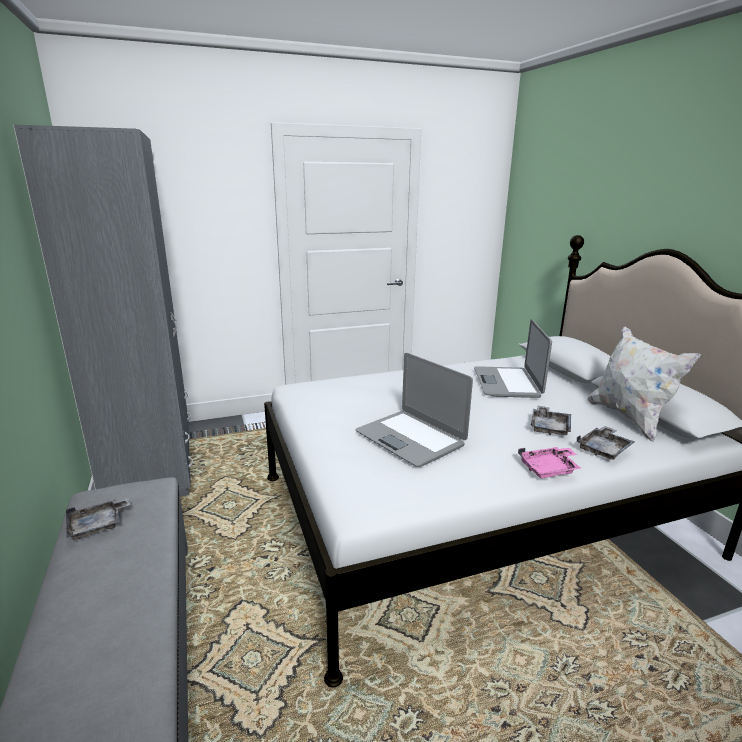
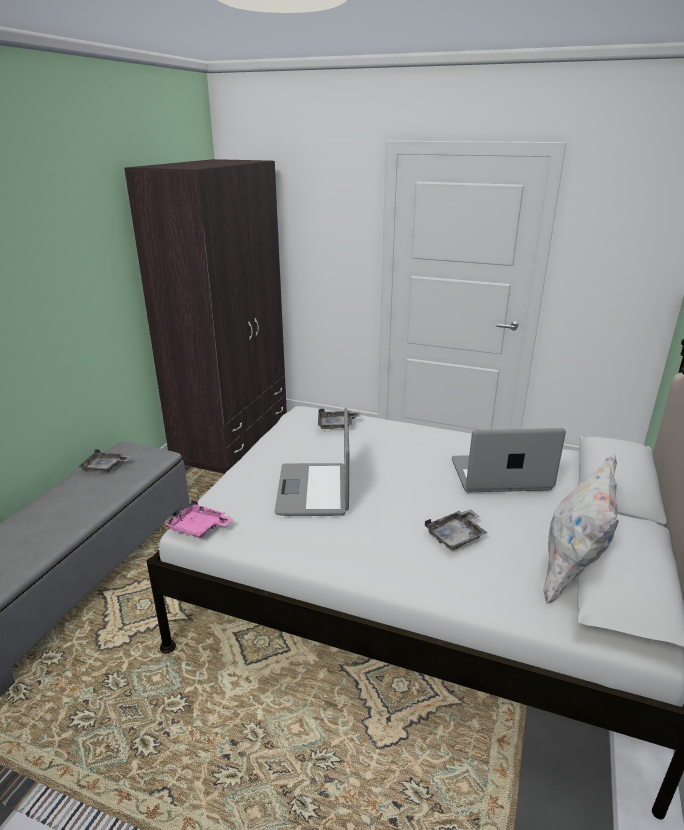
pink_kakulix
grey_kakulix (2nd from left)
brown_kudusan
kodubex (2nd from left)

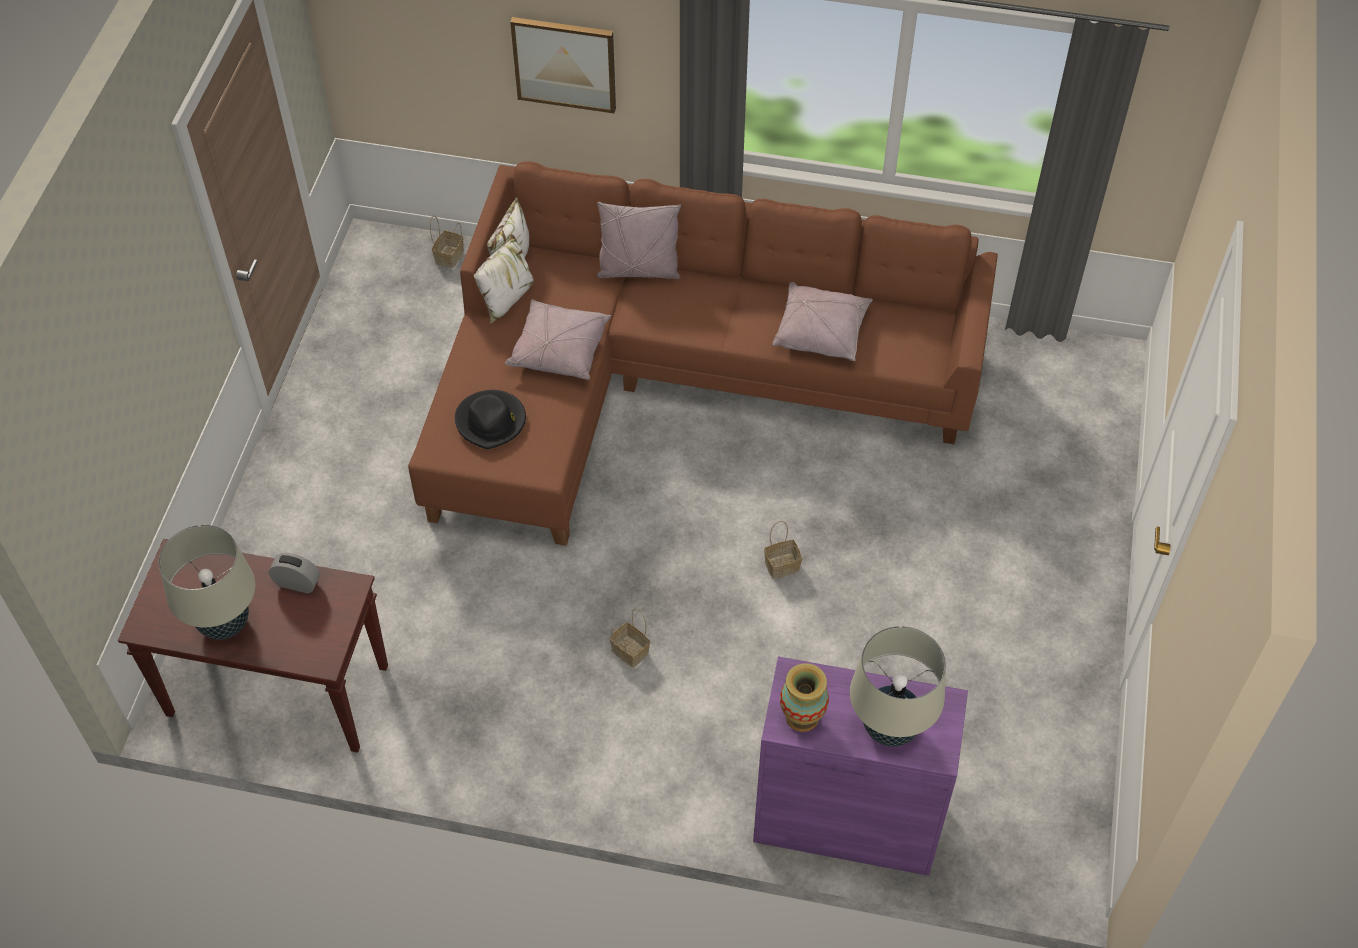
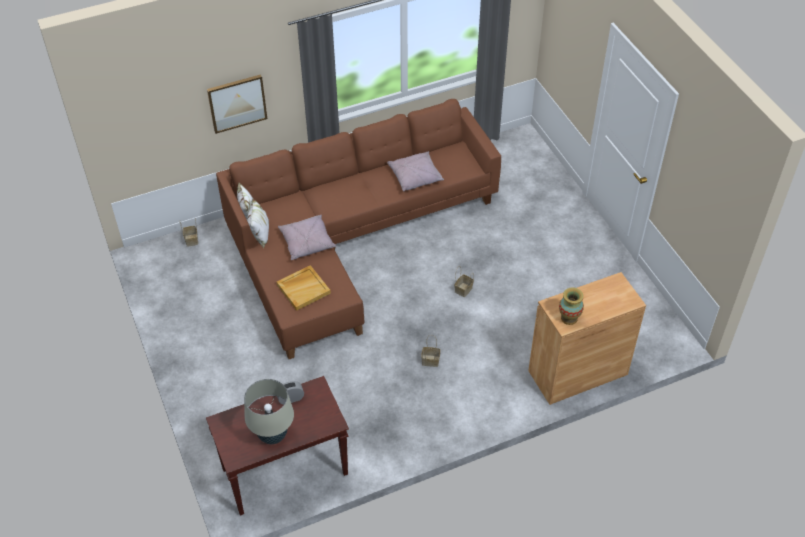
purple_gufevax (2nd from left in the first image)
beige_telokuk (2nd from left in the first image)
beige_kakulix
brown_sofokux

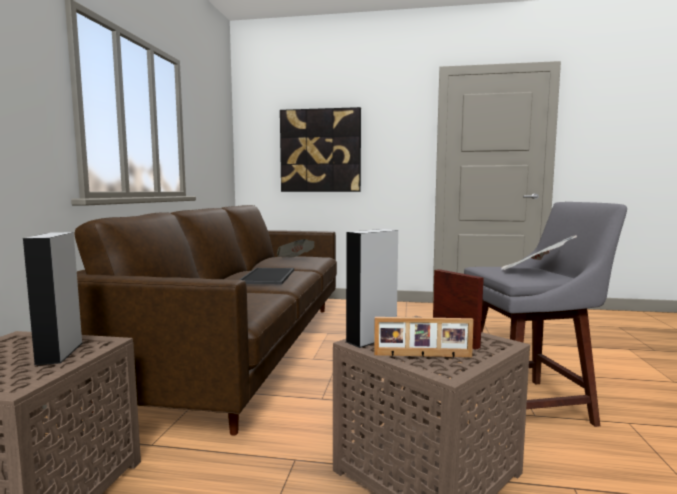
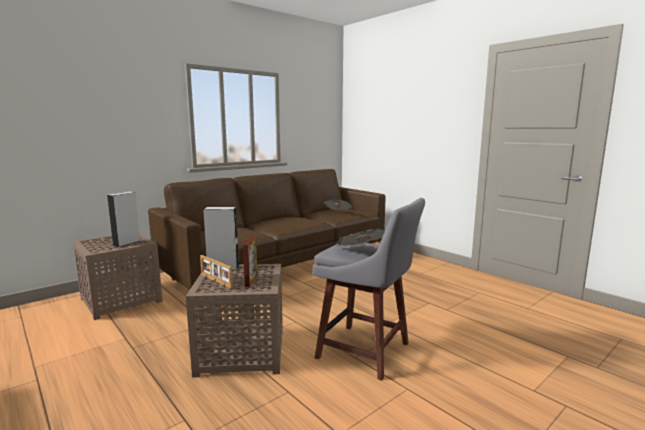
kakulix
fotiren

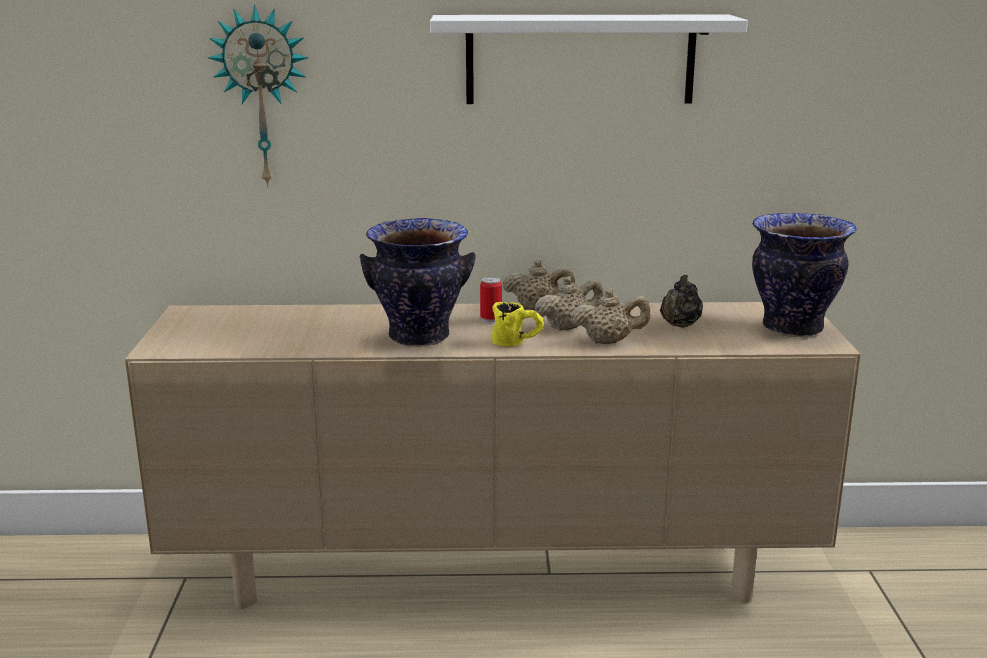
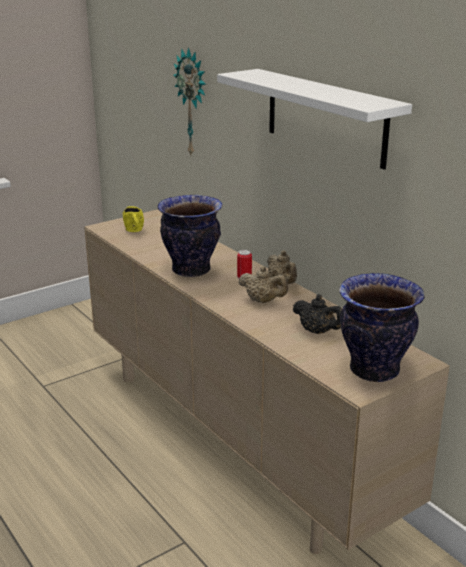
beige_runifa (3rd from left in the first image)
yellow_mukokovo
black_runifa

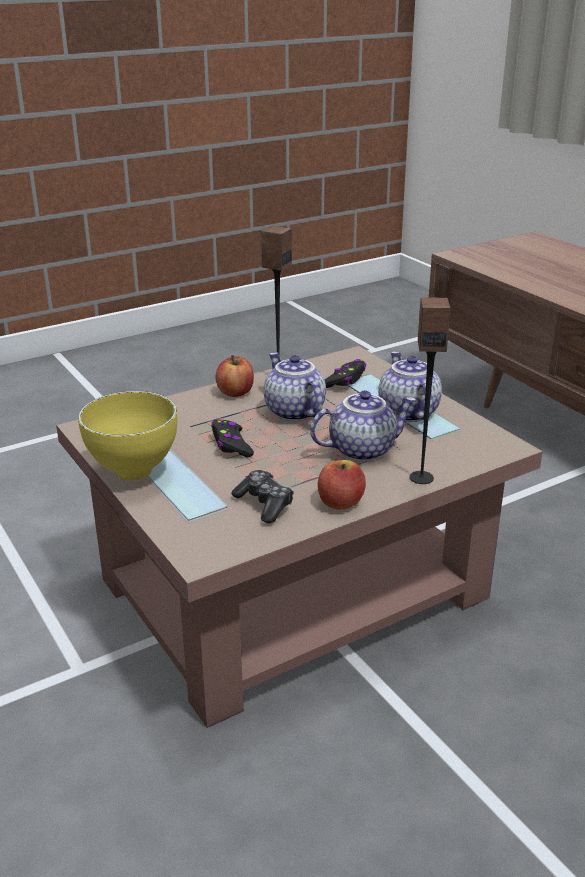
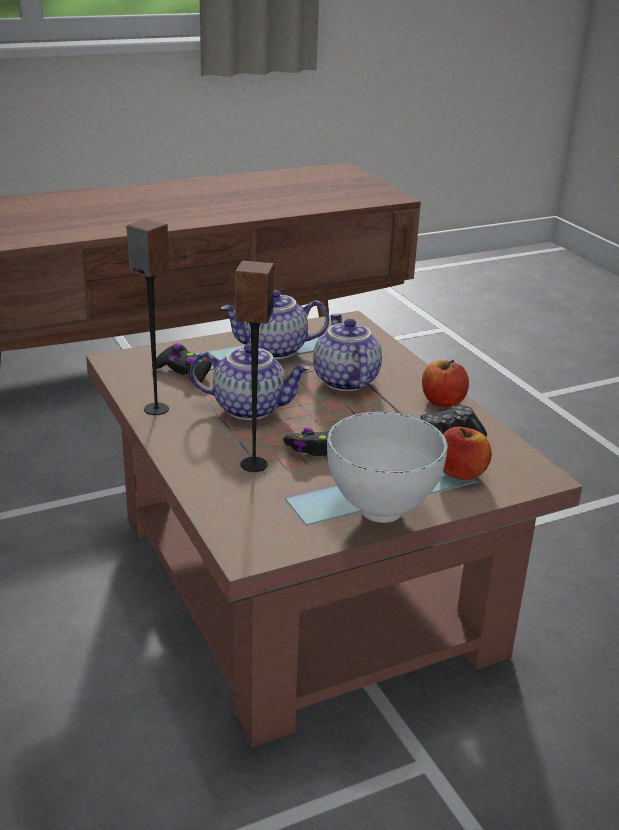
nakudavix (2nd from left)
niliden (2nd from left)
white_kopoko
runifa (1st from left)

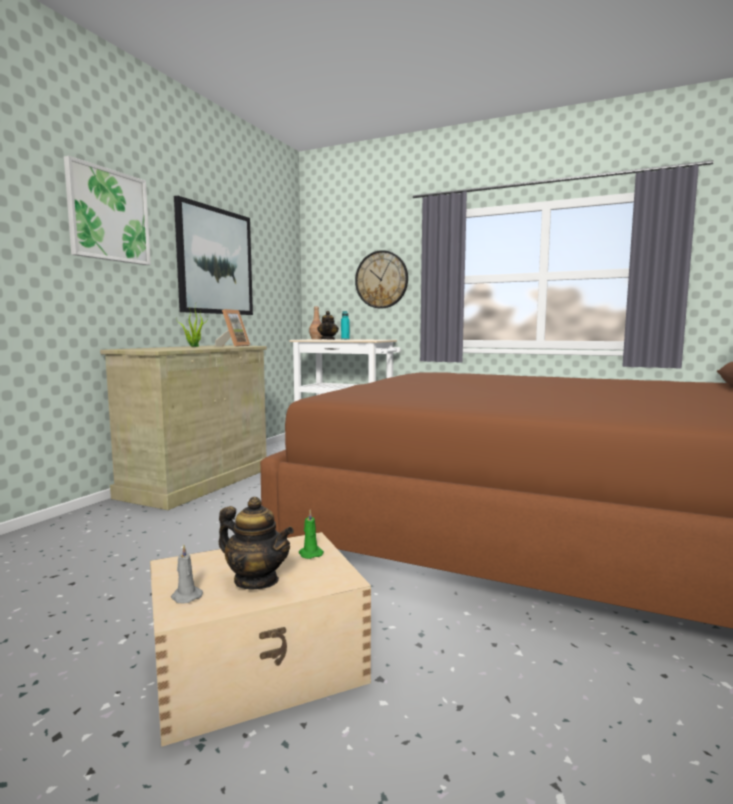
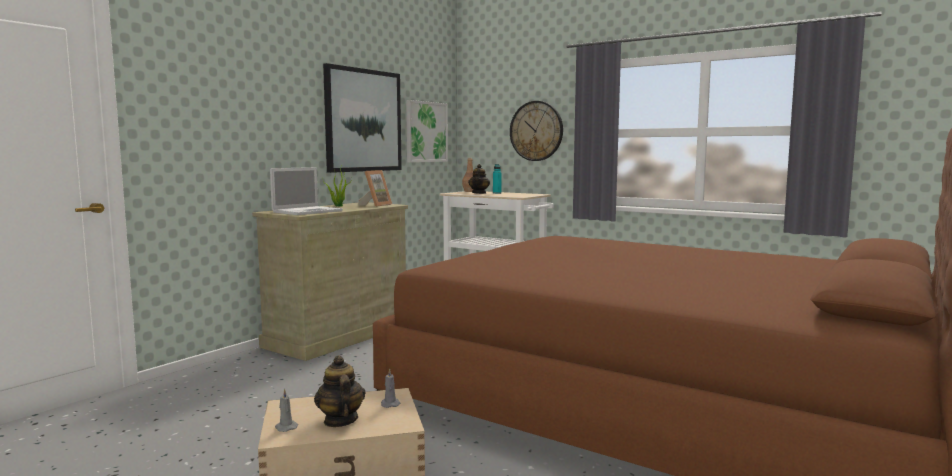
kodubex
fotiren (2nd from left)
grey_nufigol (2nd from left)
runifa (1st from left)

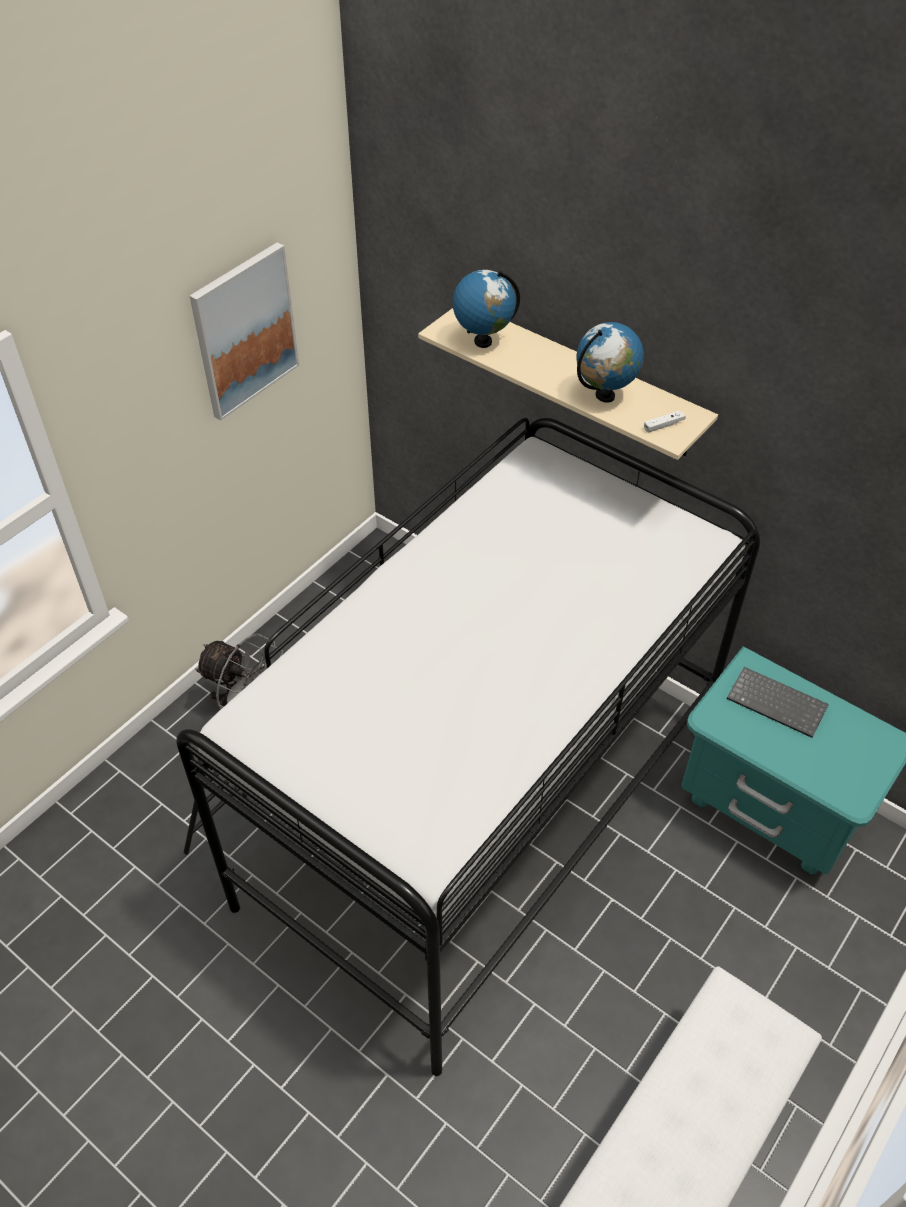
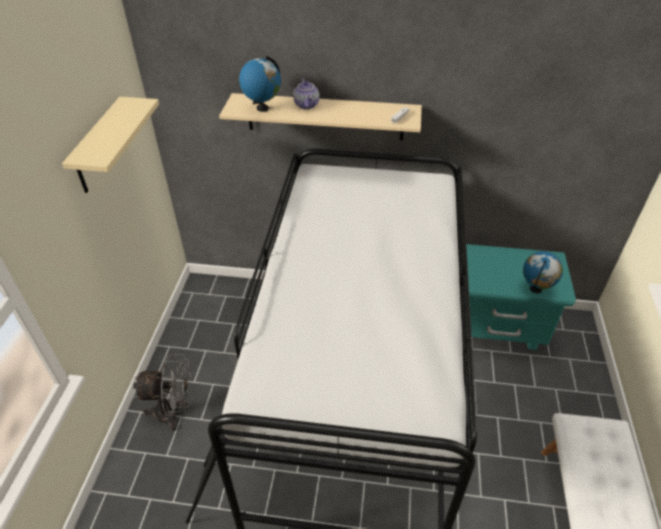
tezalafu
runifa
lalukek (2nd from left)
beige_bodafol (1st from left)

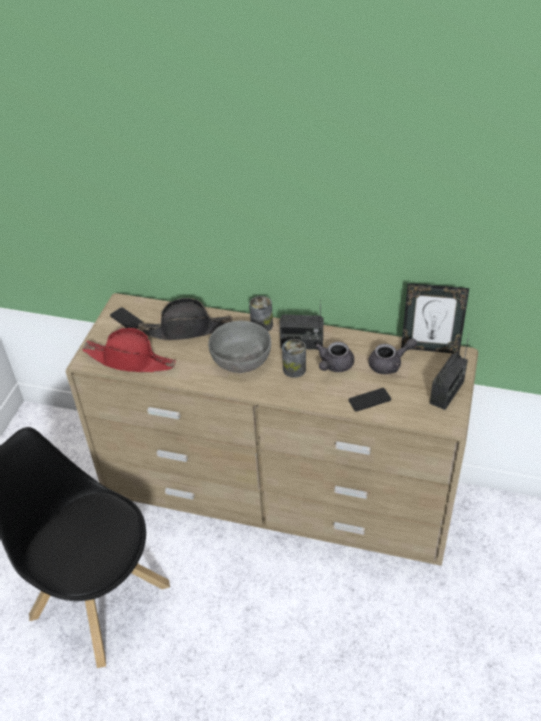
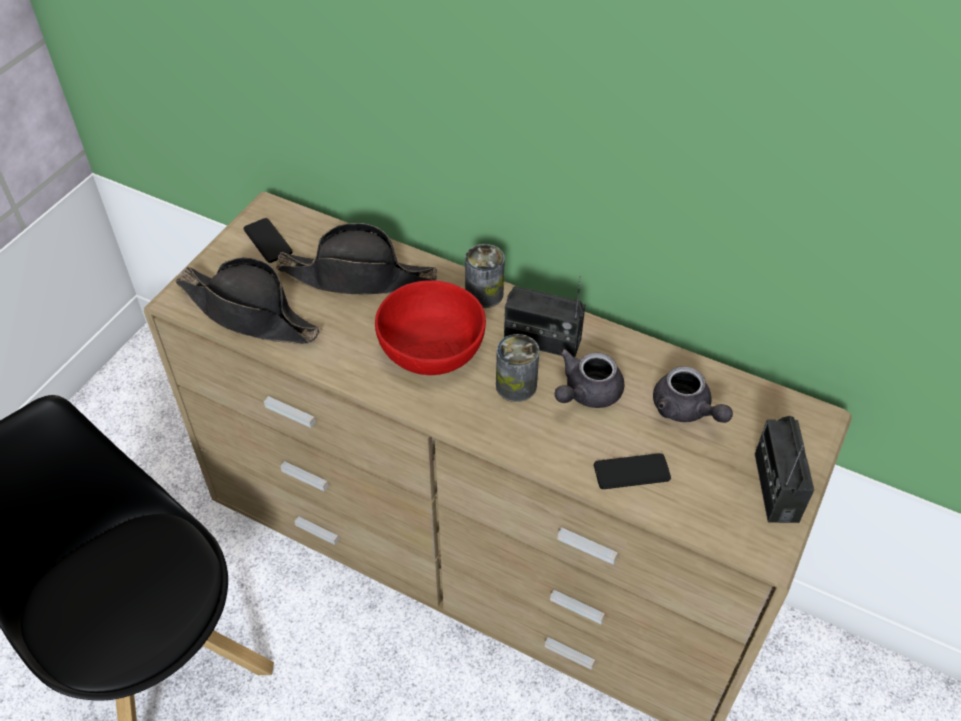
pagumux
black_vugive (1st from left)
red_kopoko
grey_runifa (2nd from left)
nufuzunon (2nd from left)

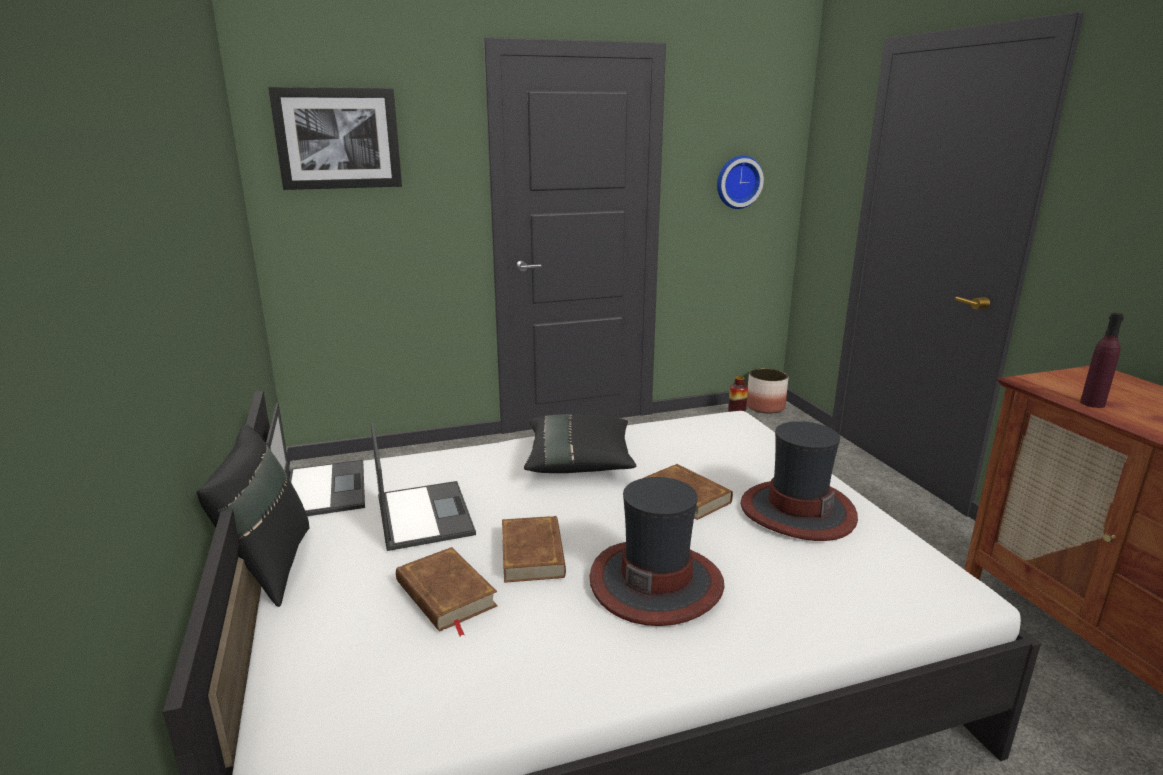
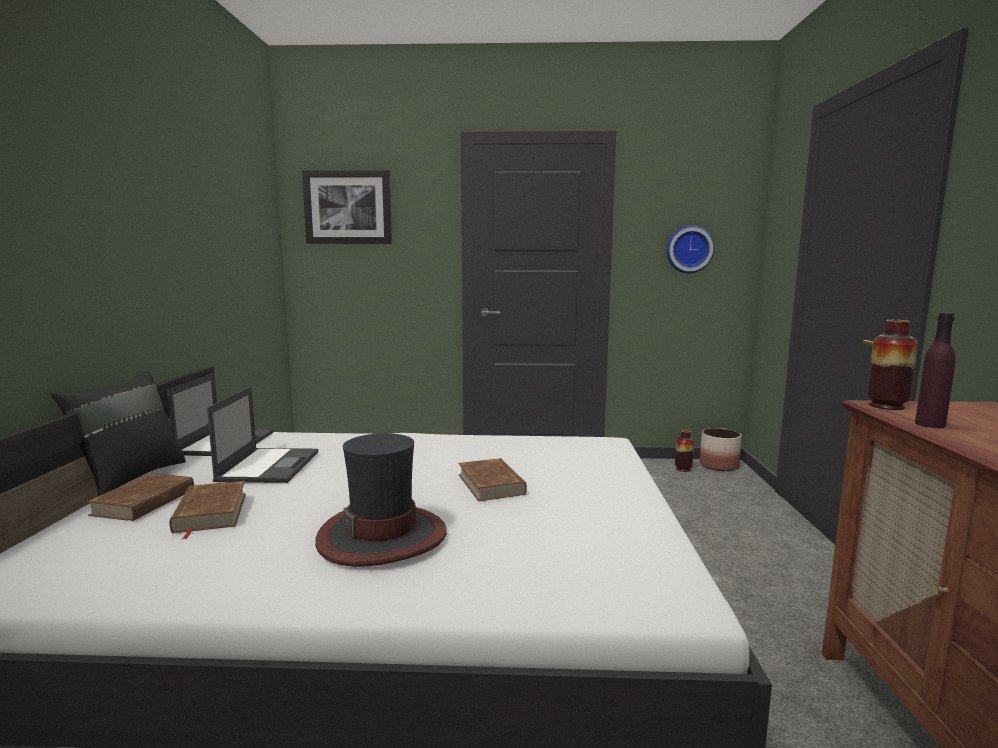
black_gufevax (2nd from left in the first image)
vugive (2nd from left in the first image)
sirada (2nd from left)
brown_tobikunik (1st from left)

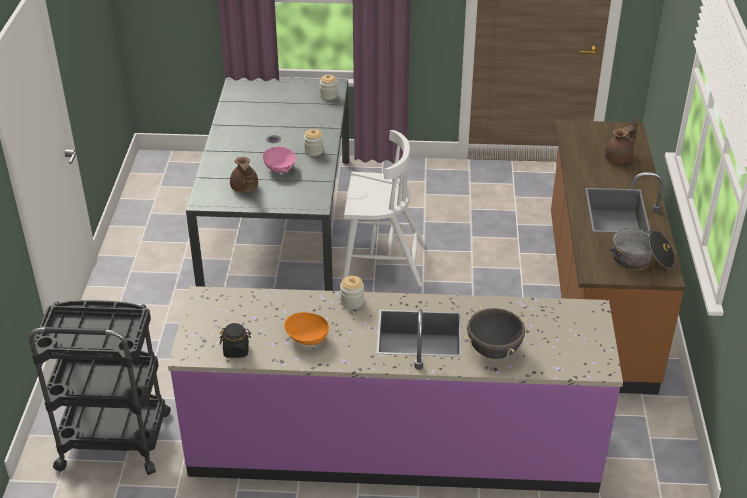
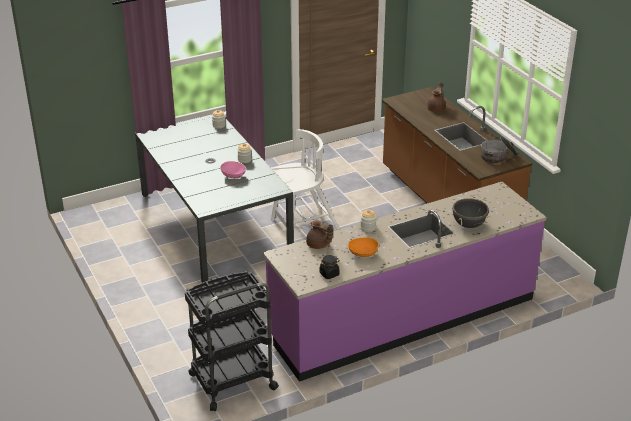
brown_runifa (1st from left)

